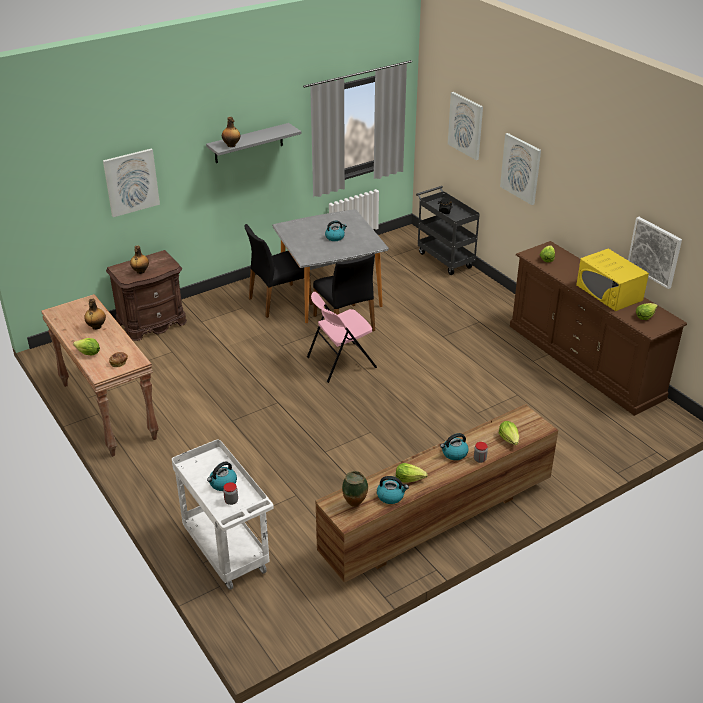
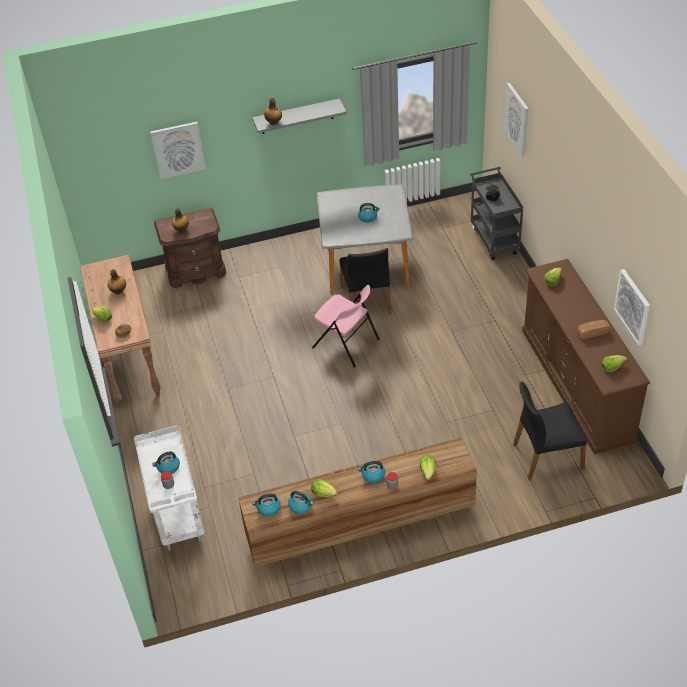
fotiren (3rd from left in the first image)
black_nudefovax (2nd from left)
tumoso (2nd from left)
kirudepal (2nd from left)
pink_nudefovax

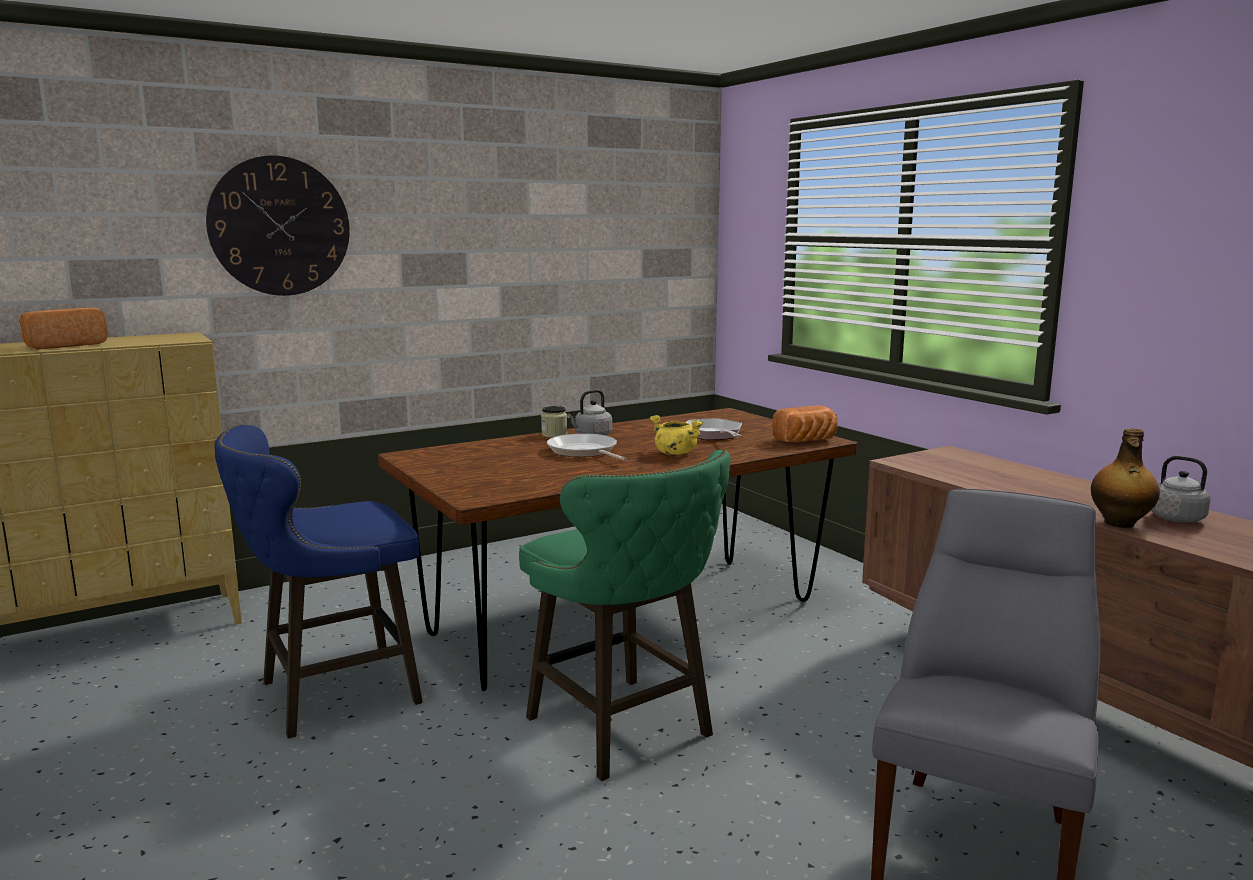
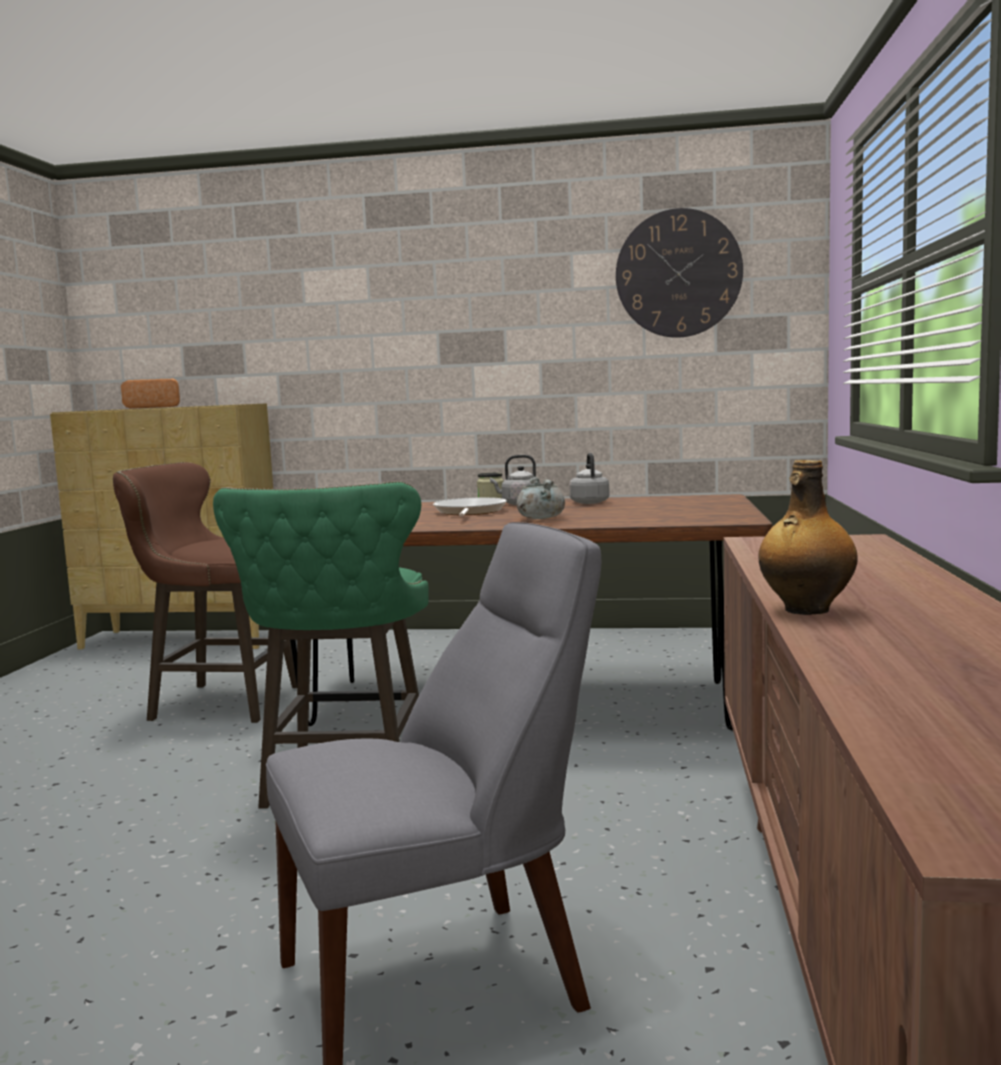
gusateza (2nd from left in the first image)
kirudepal (2nd from left in the first image)
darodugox
grey_tumoso (2nd from left)
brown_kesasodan
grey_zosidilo

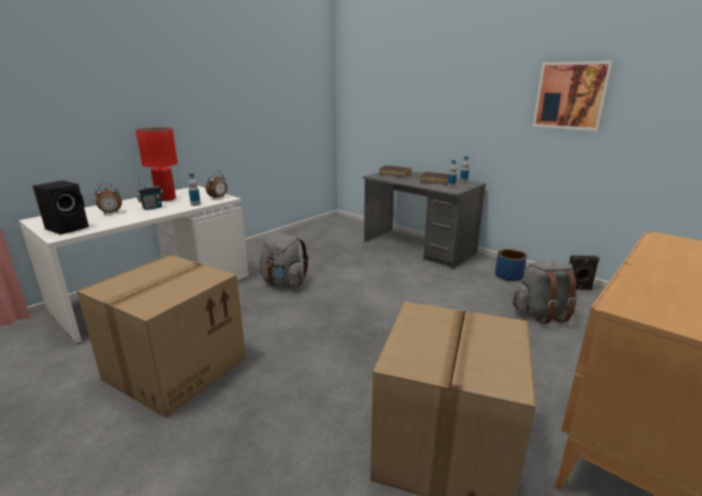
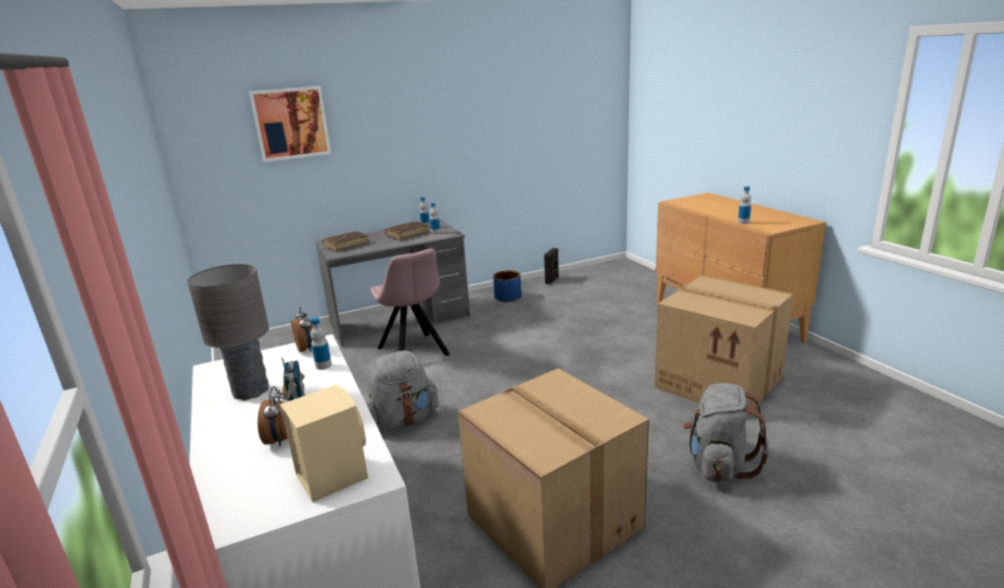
pink_nudefovax
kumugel (4th from left)
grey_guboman (2nd from left)
fotiren
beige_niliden
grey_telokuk

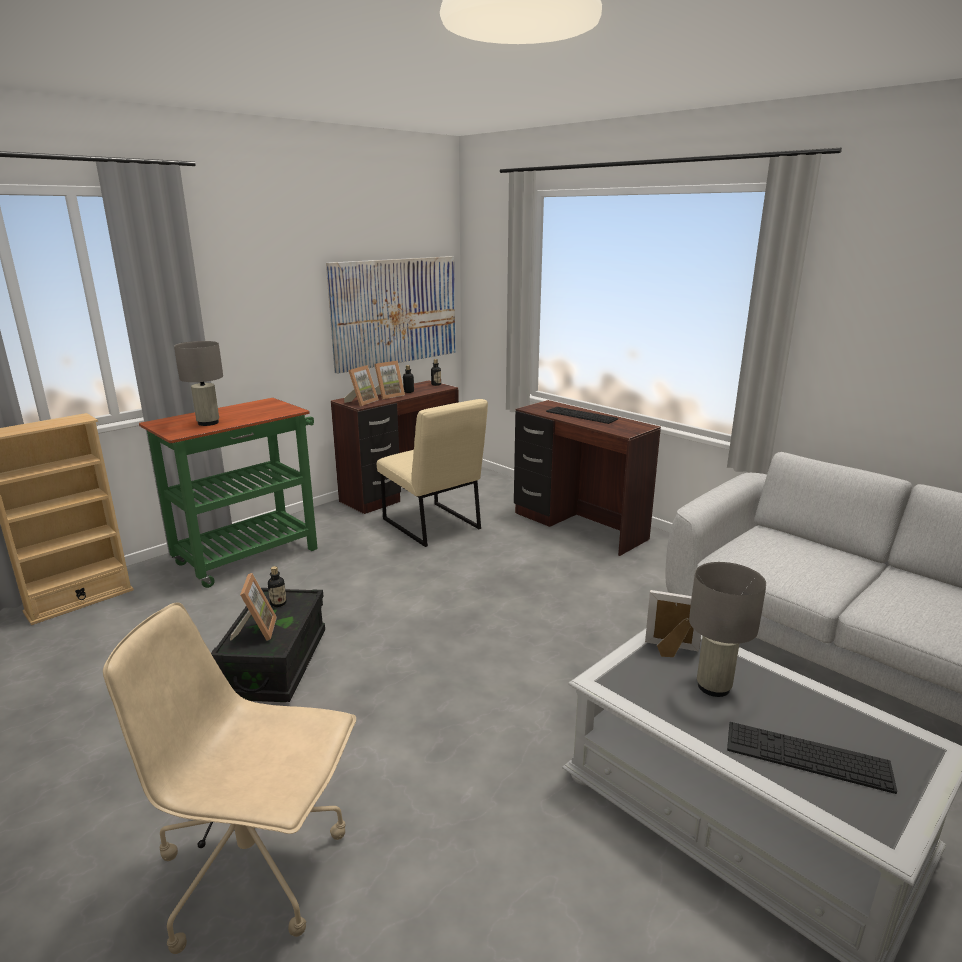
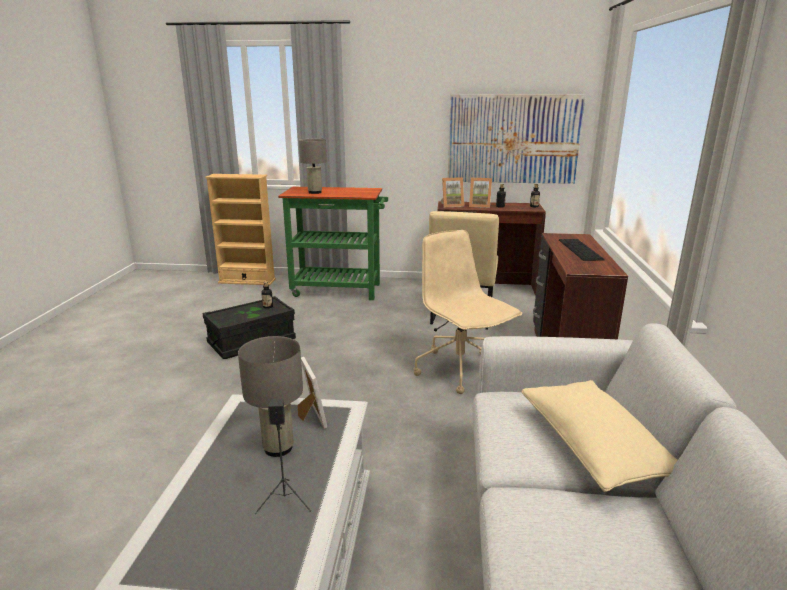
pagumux (1st from left in the first image)
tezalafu (2nd from left in the first image)
black_niliden
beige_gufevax
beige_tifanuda

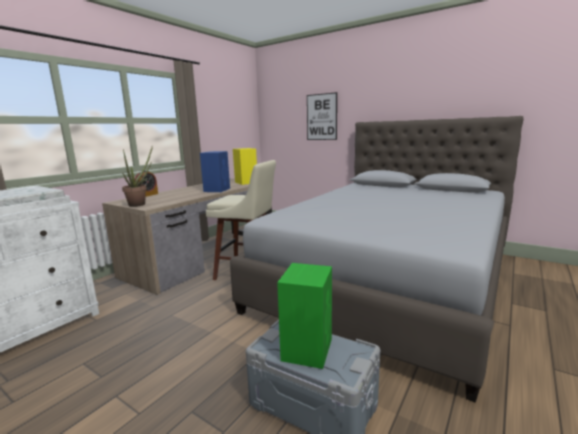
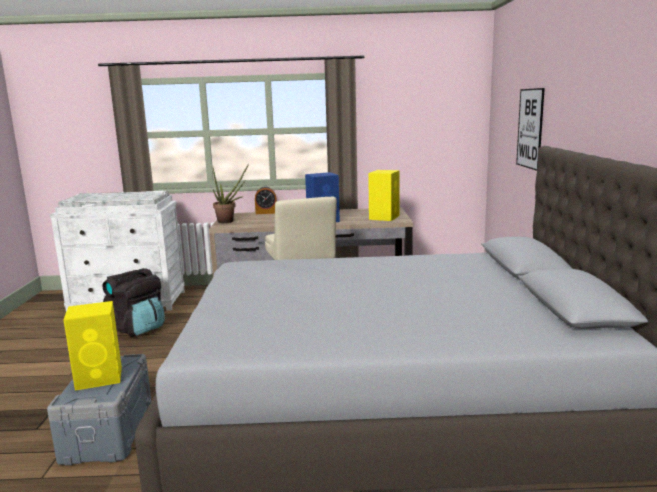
black_guboman
yellow_niliden (1st from left)

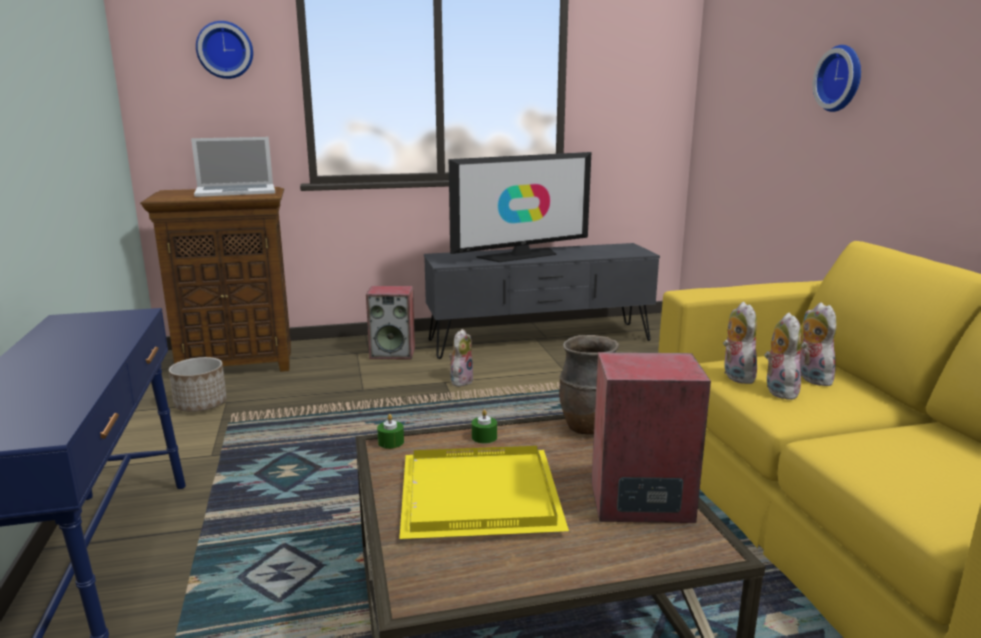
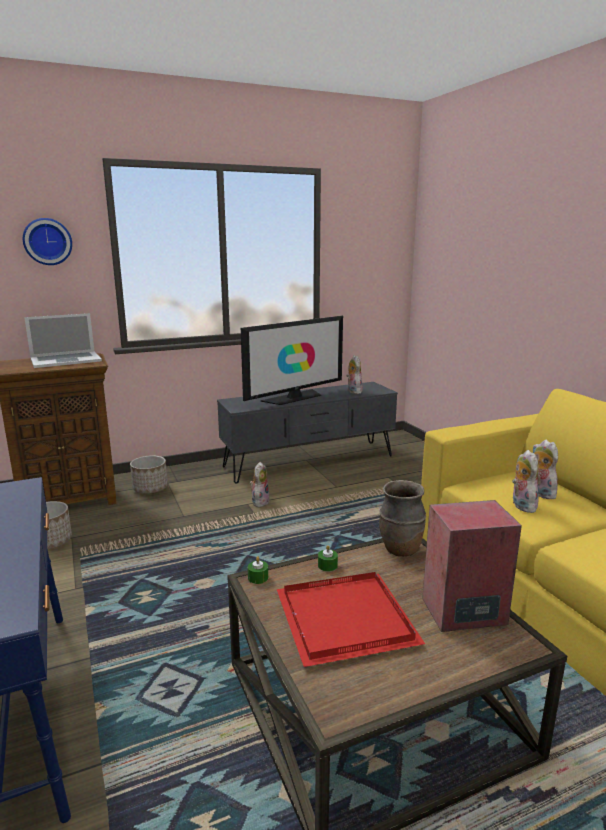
niliden (1st from left in the first image)
darodugox (2nd from left in the first image)
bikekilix (2nd from left)
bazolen (2nd from left)
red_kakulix

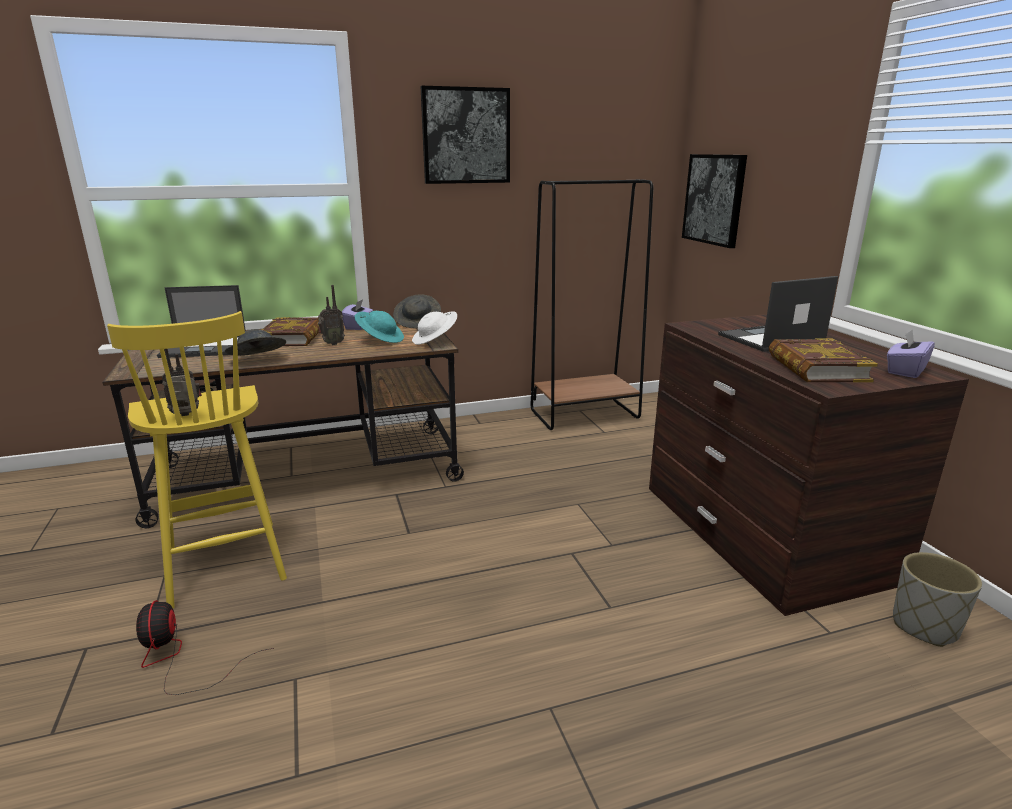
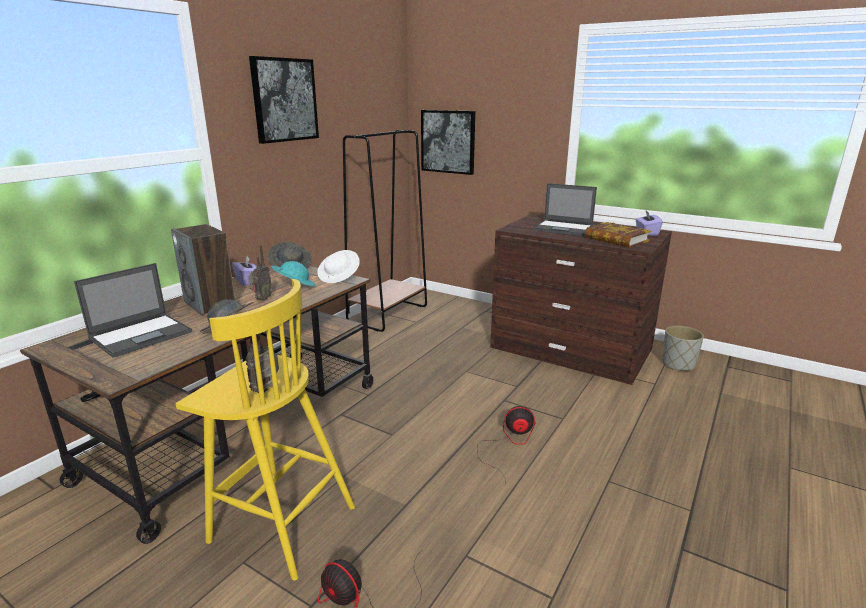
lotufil (2nd from left)
niliden
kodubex (2nd from left)

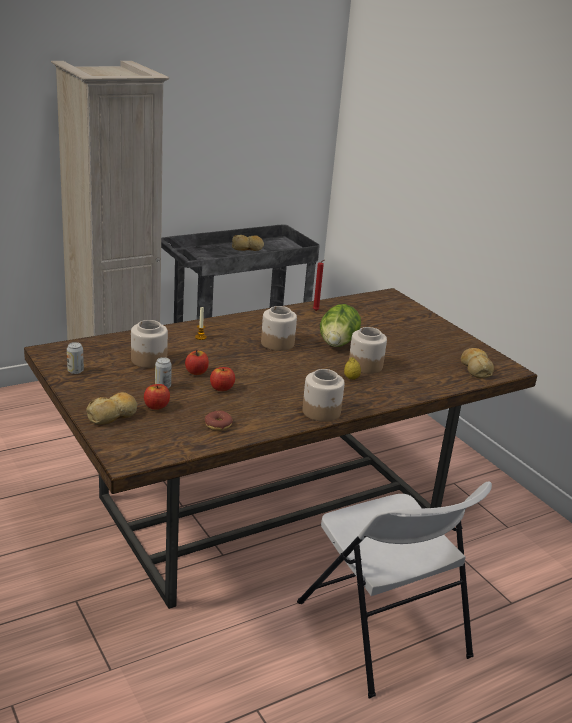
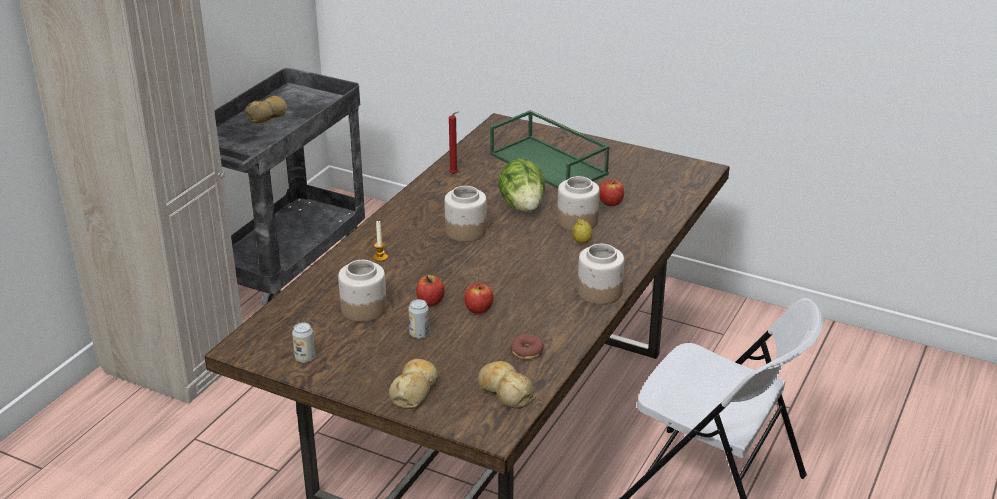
green_kakulix
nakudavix (3rd from left)
kirudepal (3rd from left)

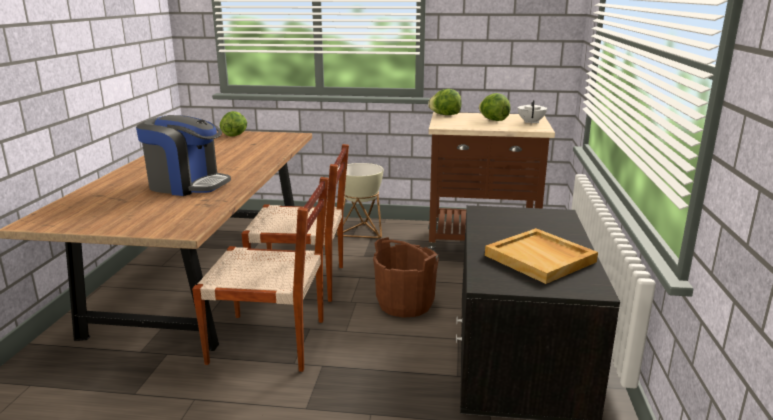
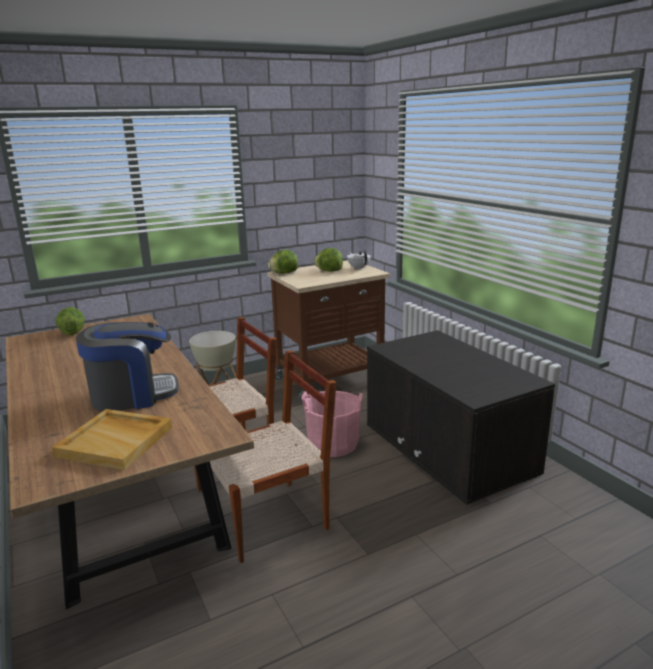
beige_kakulix
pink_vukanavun

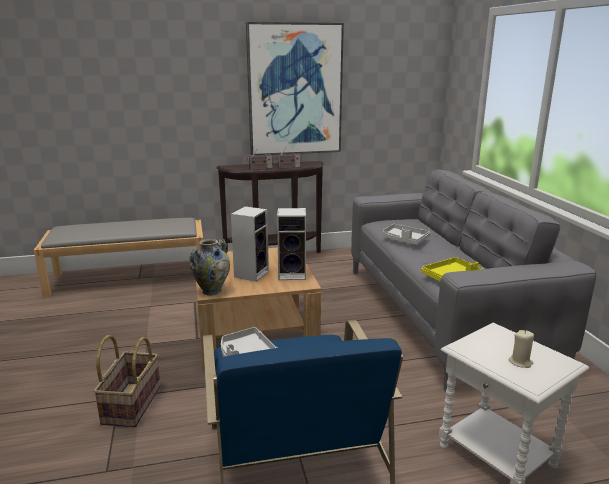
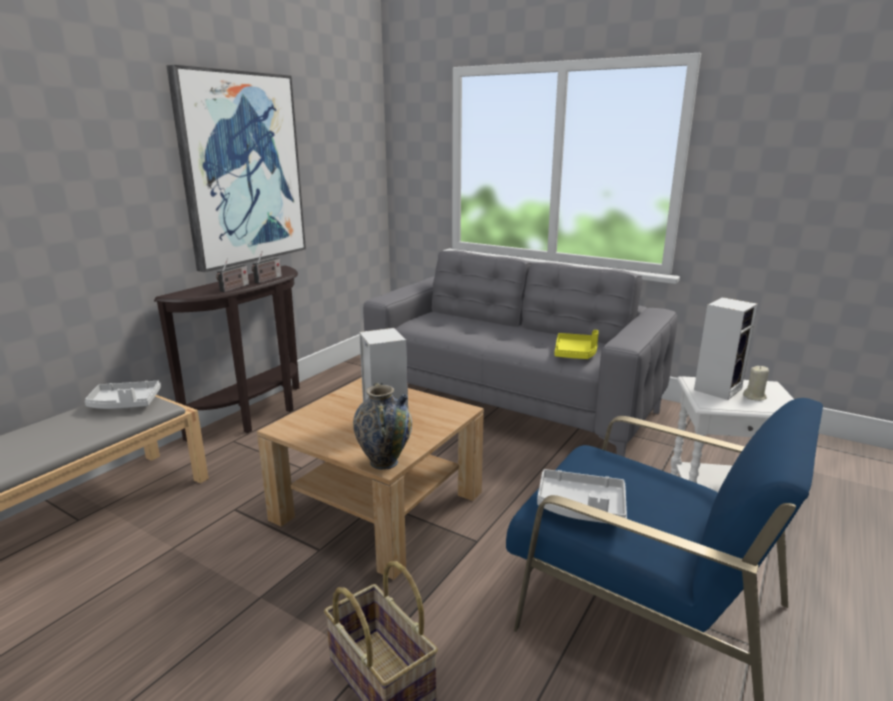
niliden (2nd from left)
grey_kakulix (1st from left)

